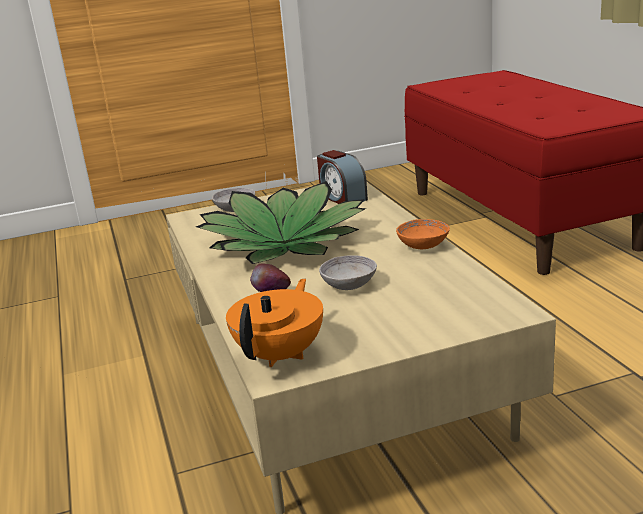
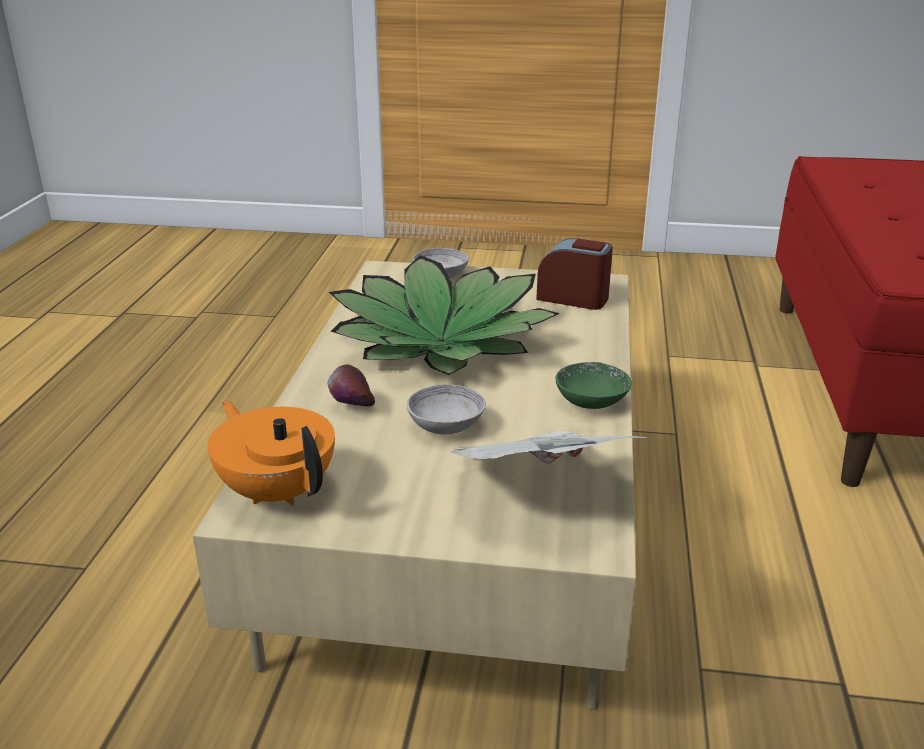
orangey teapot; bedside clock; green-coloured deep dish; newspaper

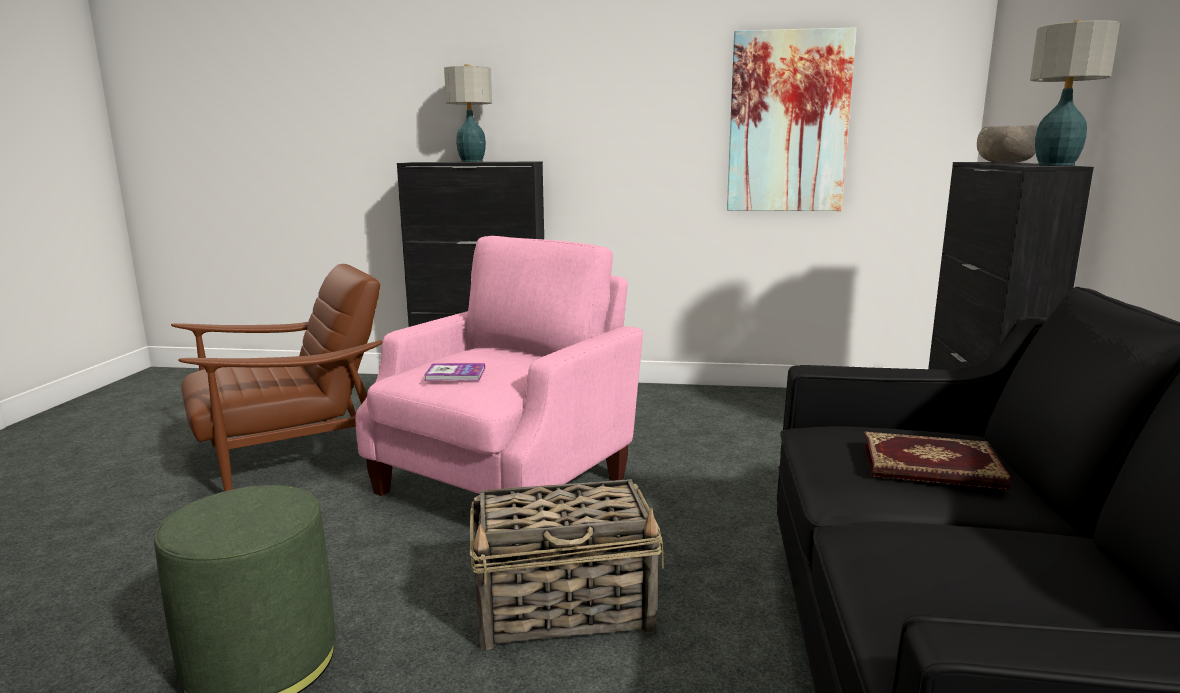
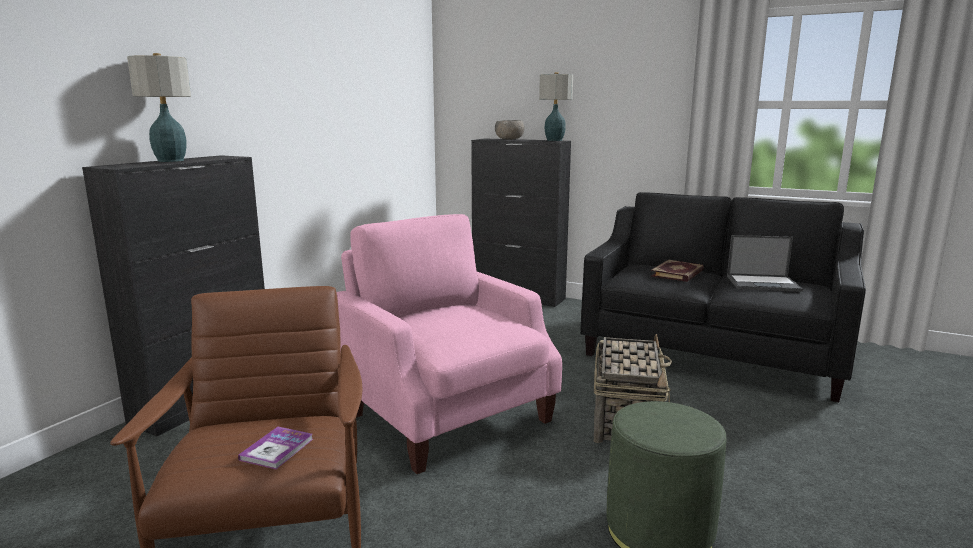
volume (no. 1 from left); wall picture; notebook computer

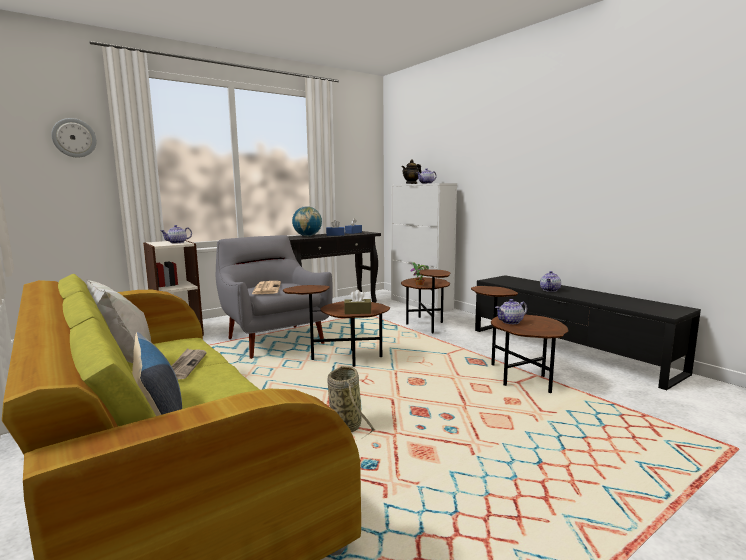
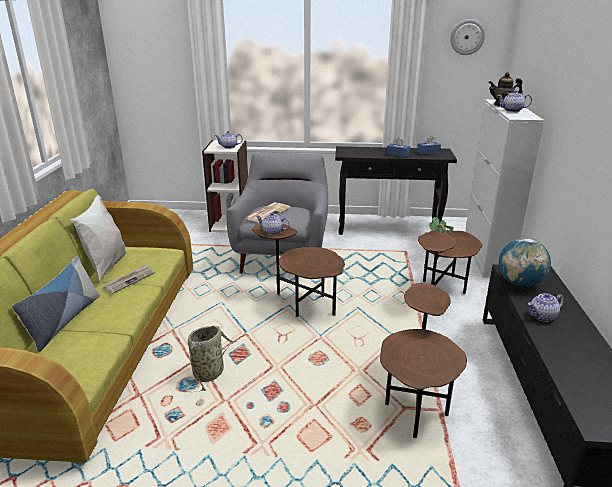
wall clock; globe; brownish tissue holder; teapot (no. 2 from left)

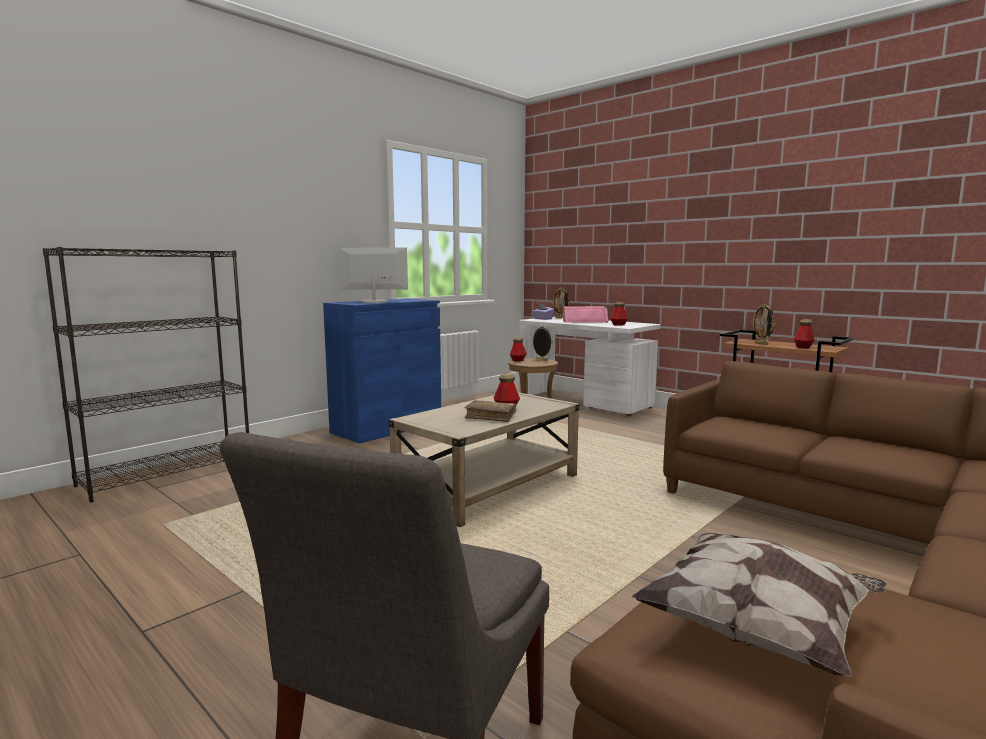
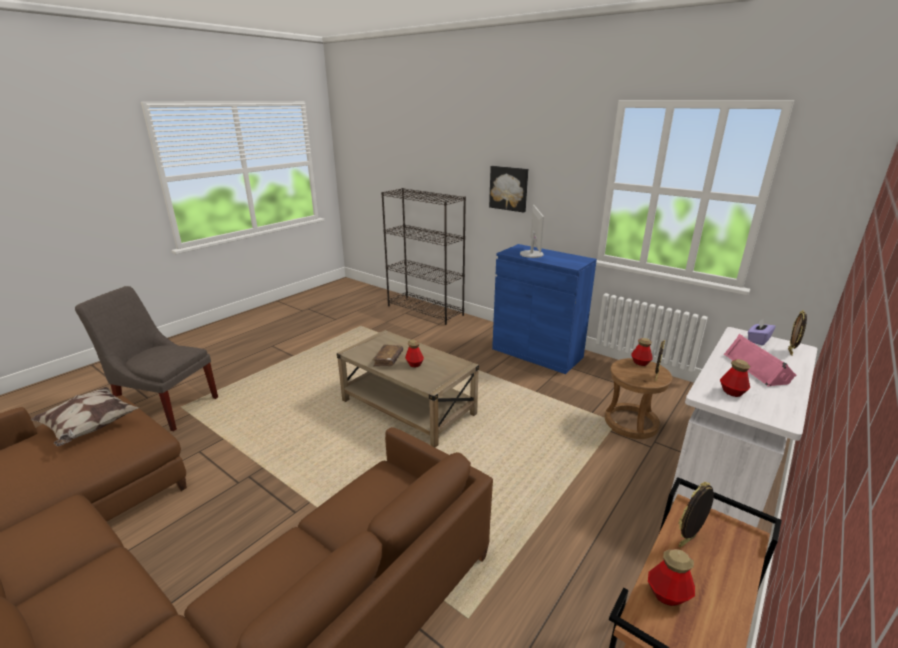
wall picture

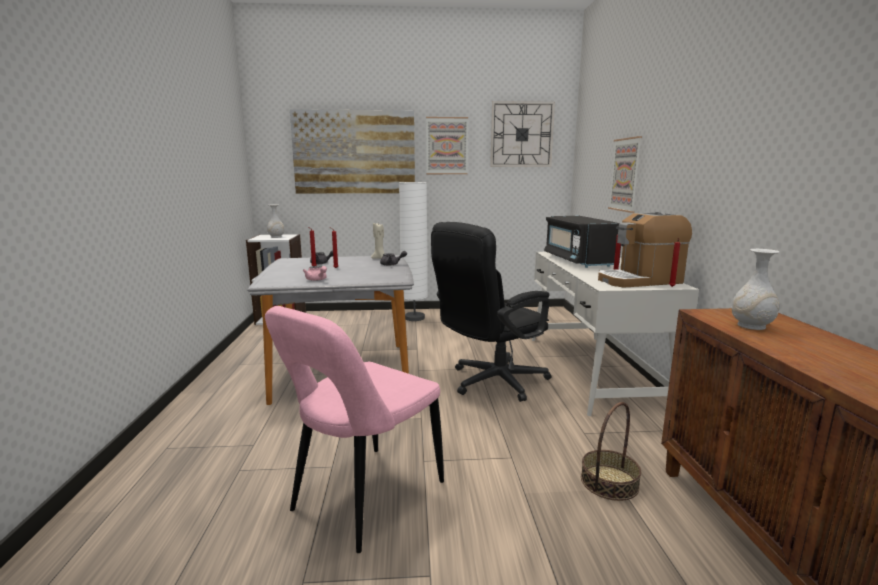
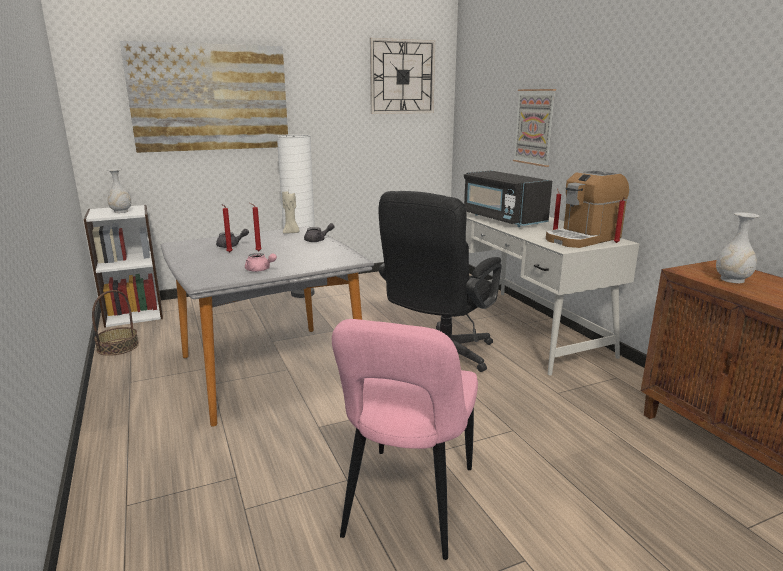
wall picture (no. 2 from left in the first image); basket

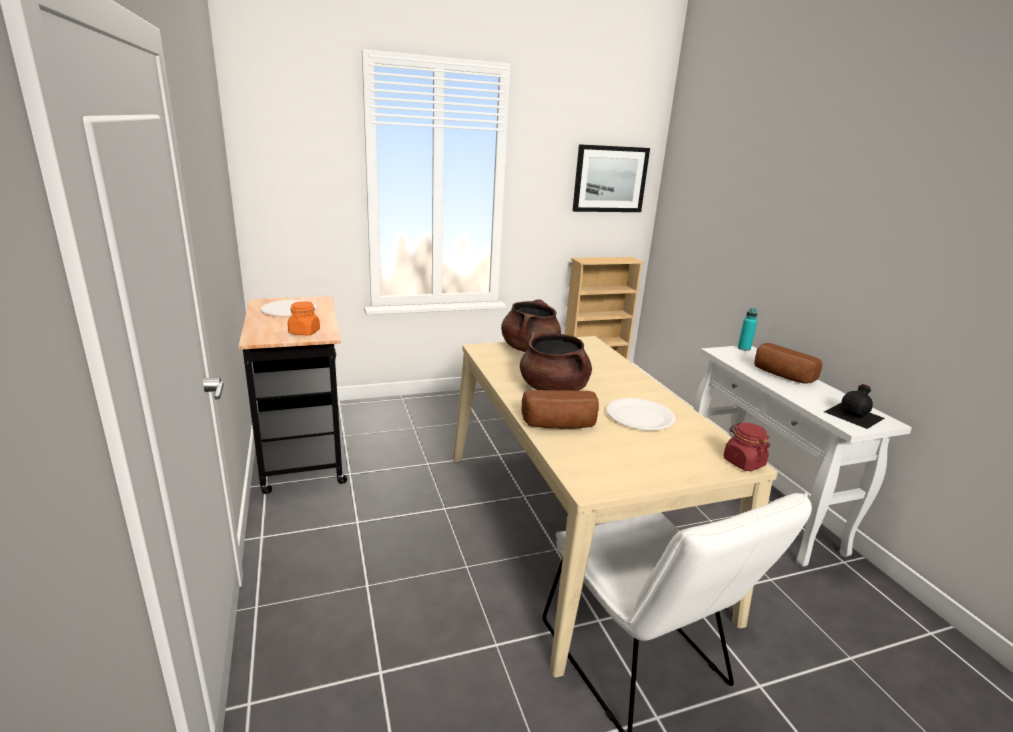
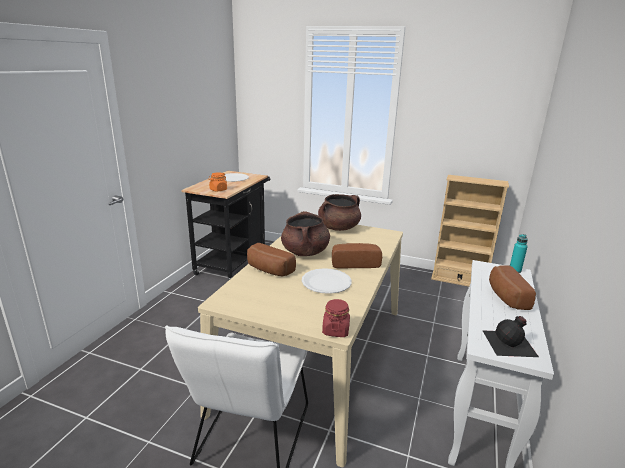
wall picture; bread (no. 2 from left)

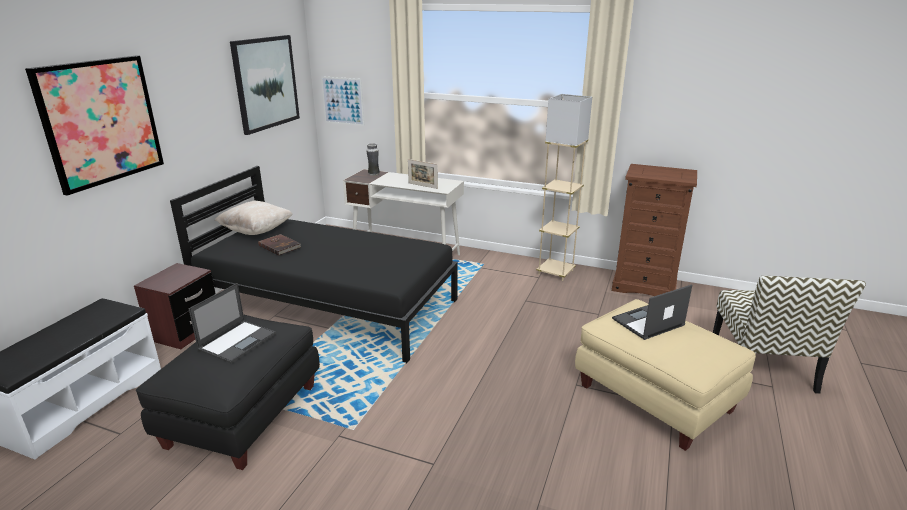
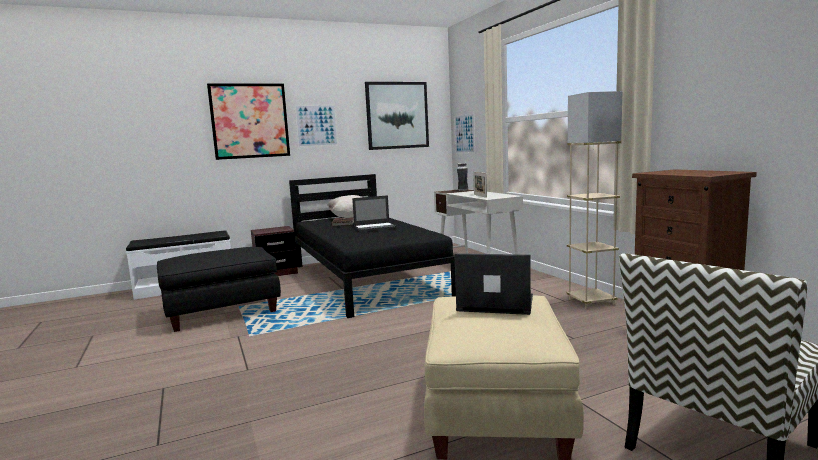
notebook computer (no. 1 from left); wall picture (no. 2 from left)

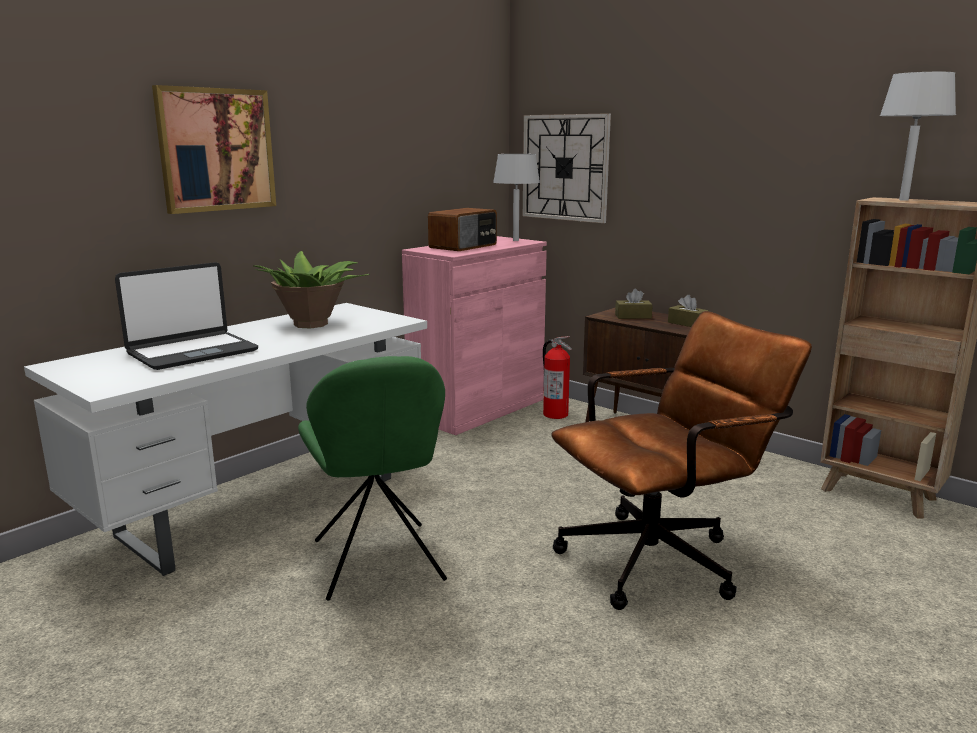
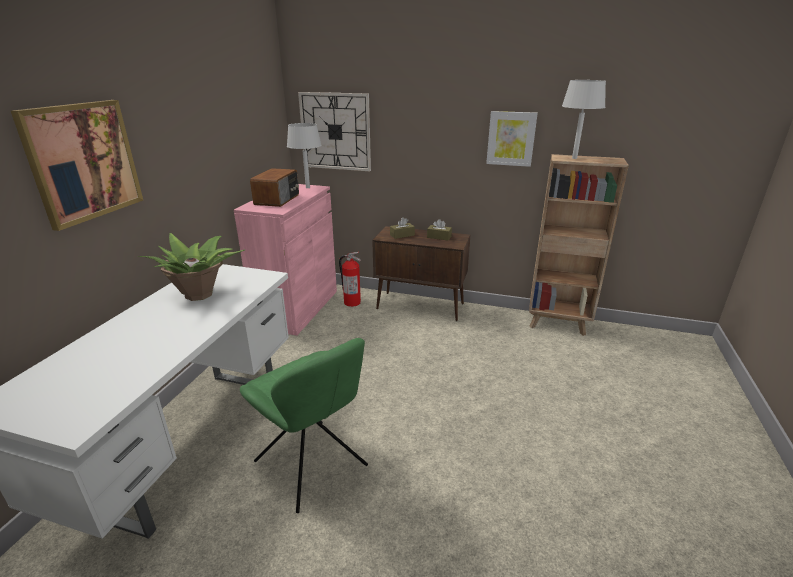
notebook computer; brownish desk chair; wall picture (no. 2 from left)

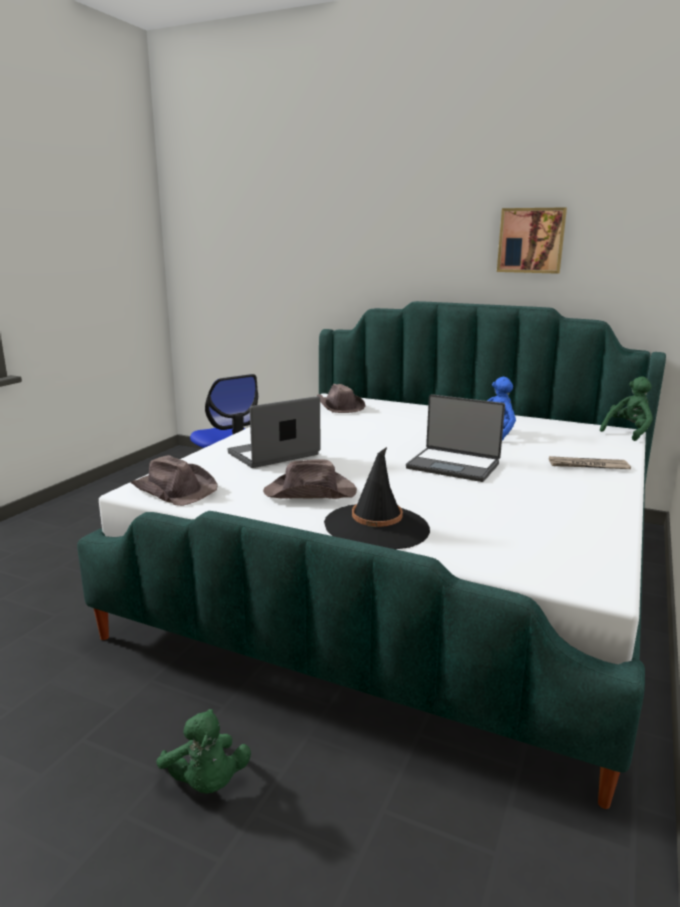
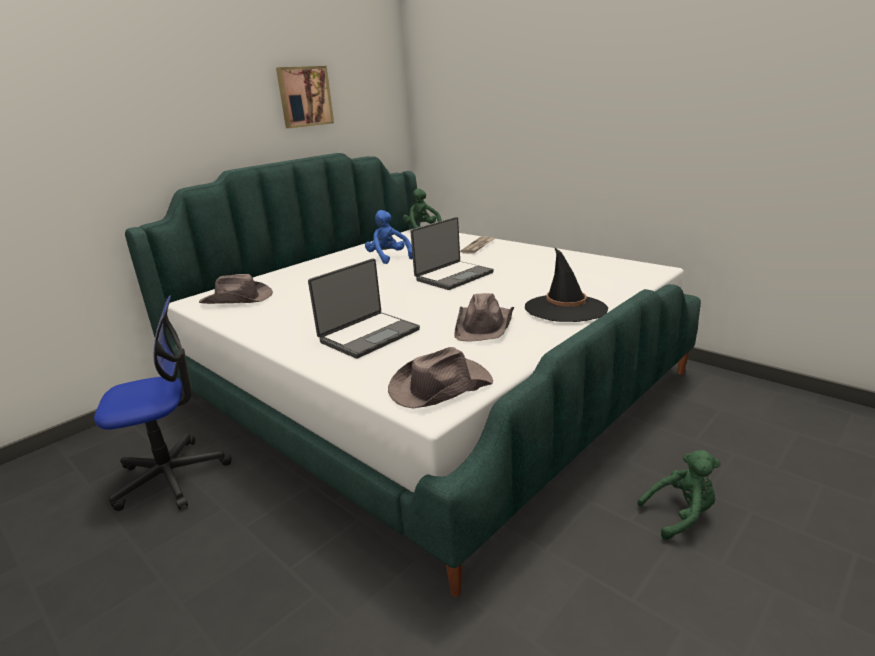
notebook computer (no. 1 from left)

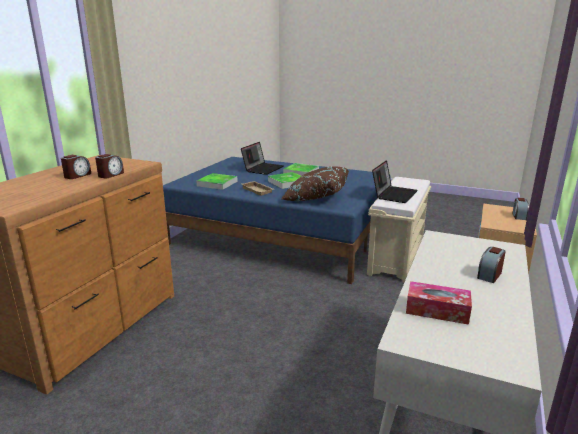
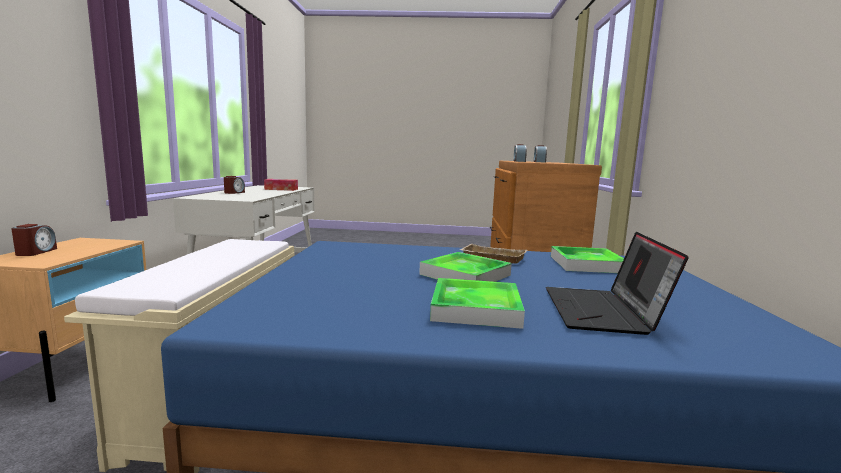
brownish throw pillow; notebook computer (no. 2 from left in the first image)

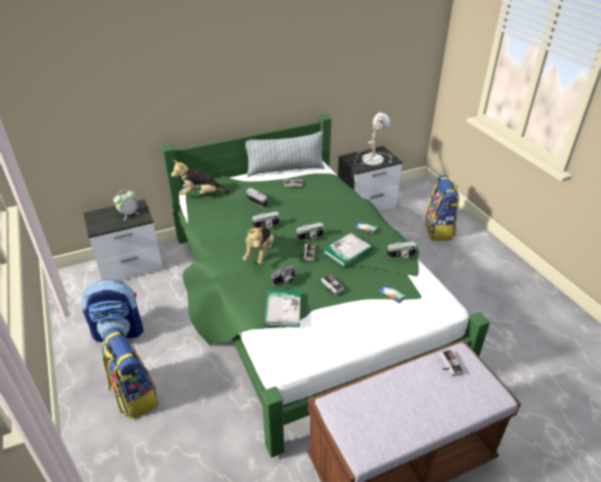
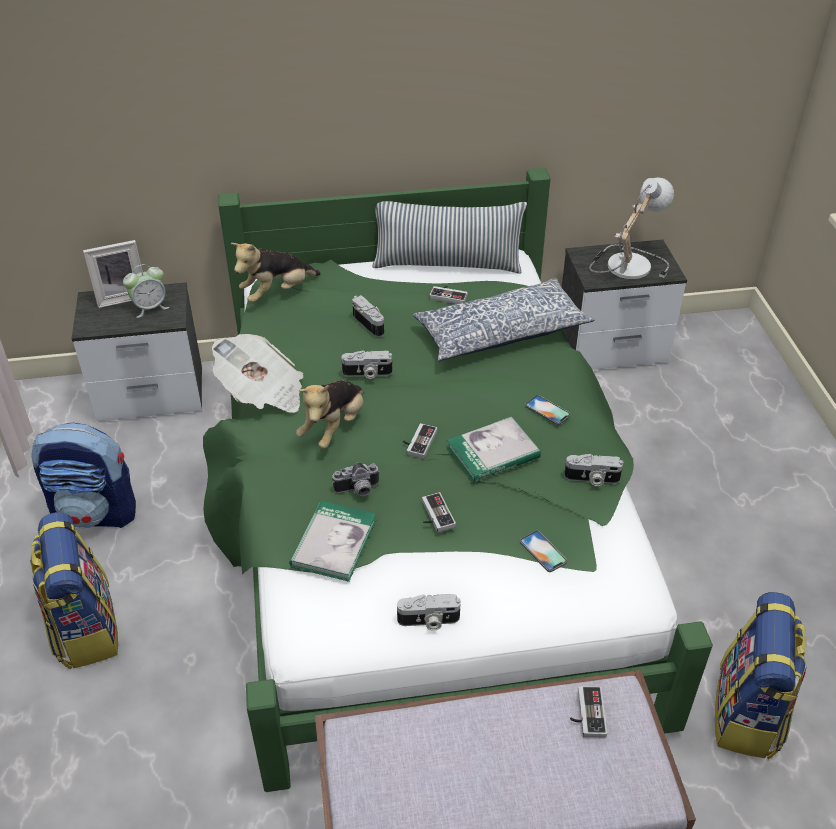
cuddly toy (no. 1 from left); photo camera (no. 4 from left); rucksack (no. 3 from left); picture frame; newspaper; throw pillow (no. 2 from left)

